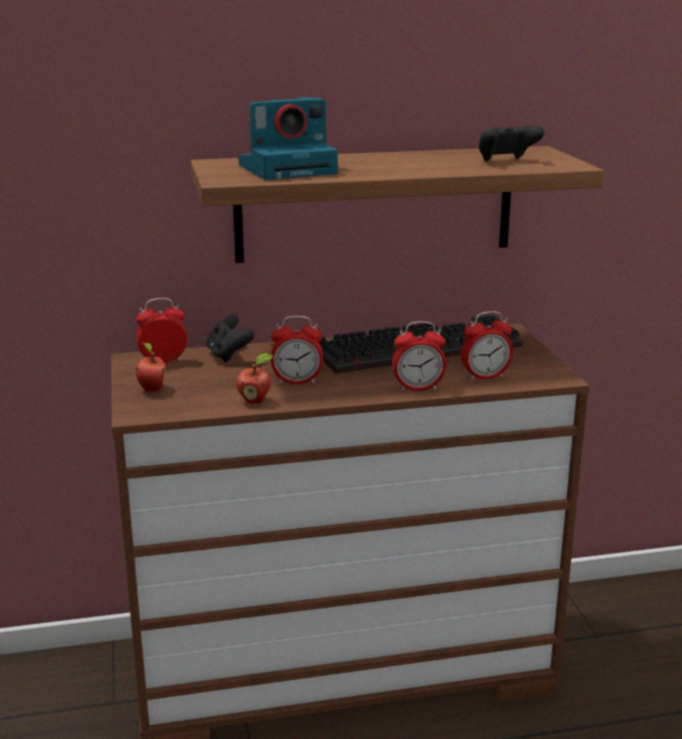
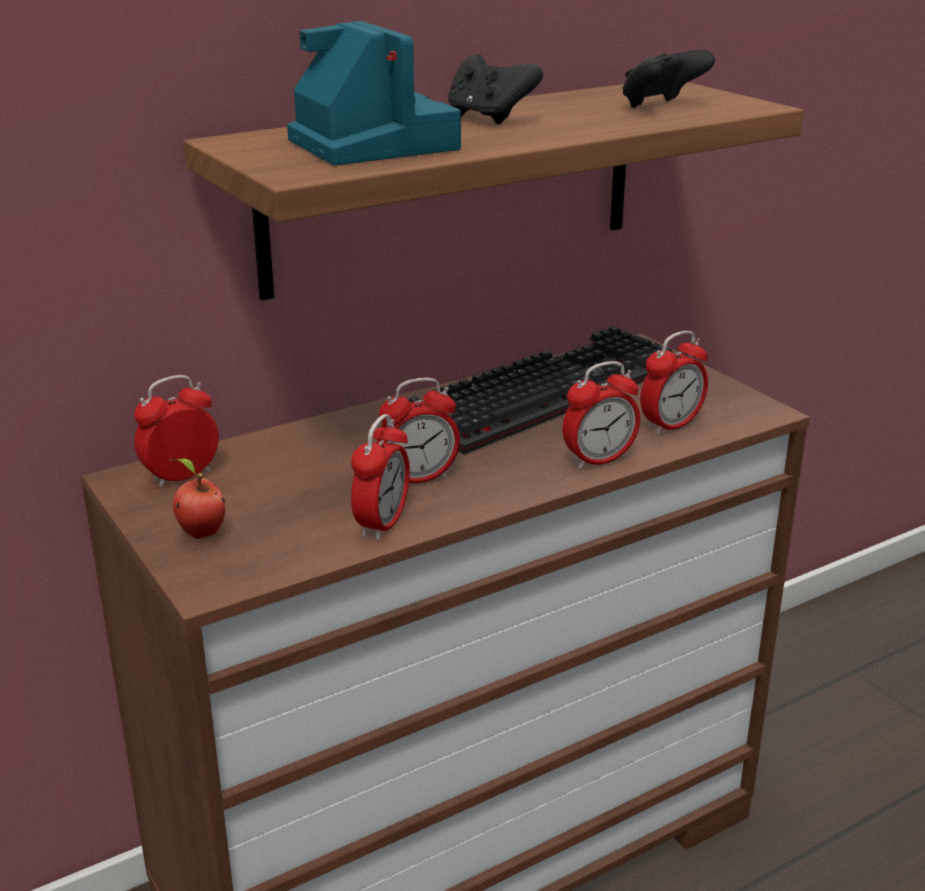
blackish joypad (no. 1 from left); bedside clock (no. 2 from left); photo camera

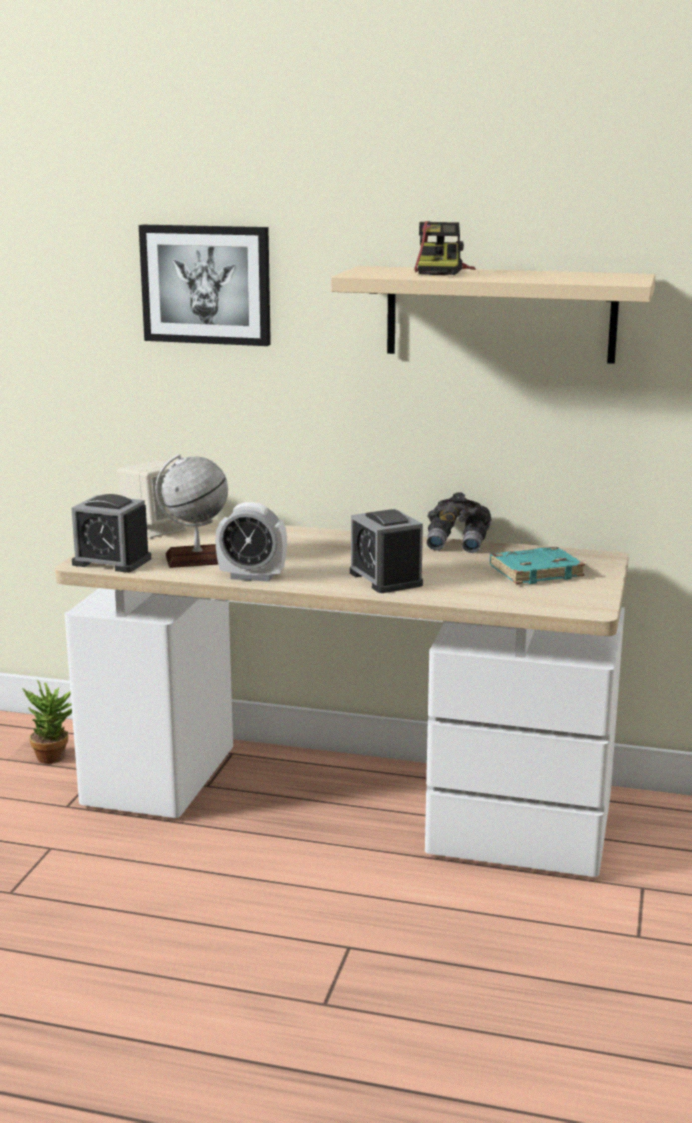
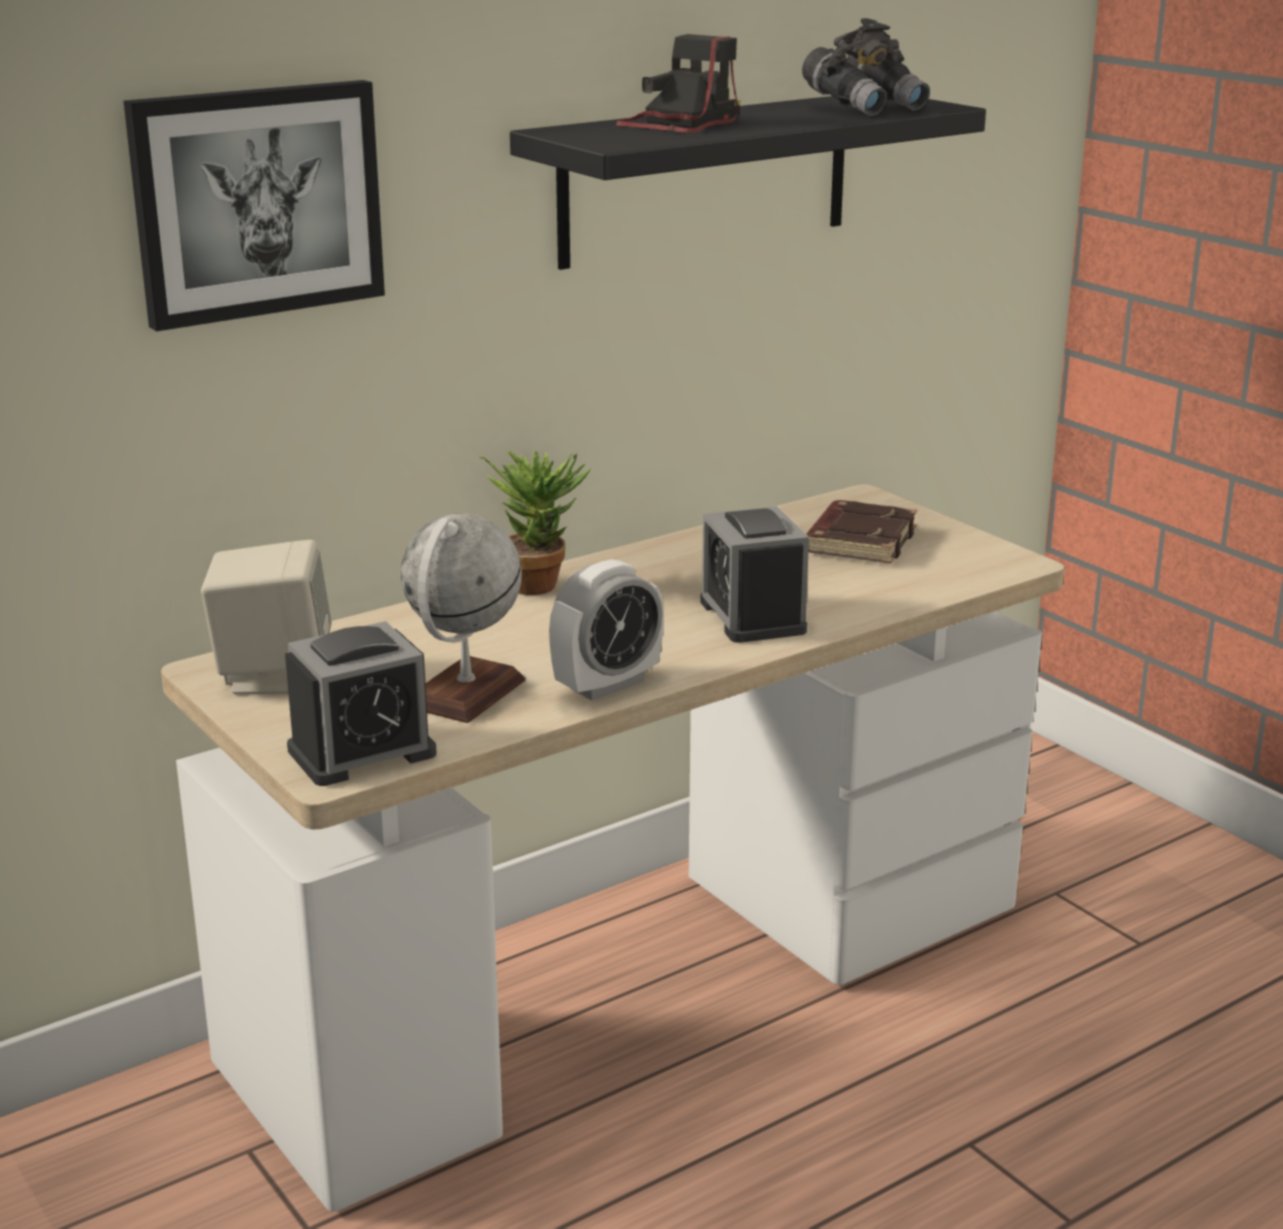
potted plant; blackish wall shelf; bedside clock (no. 3 from left); photo camera; grey pair of binoculars; brownish volume

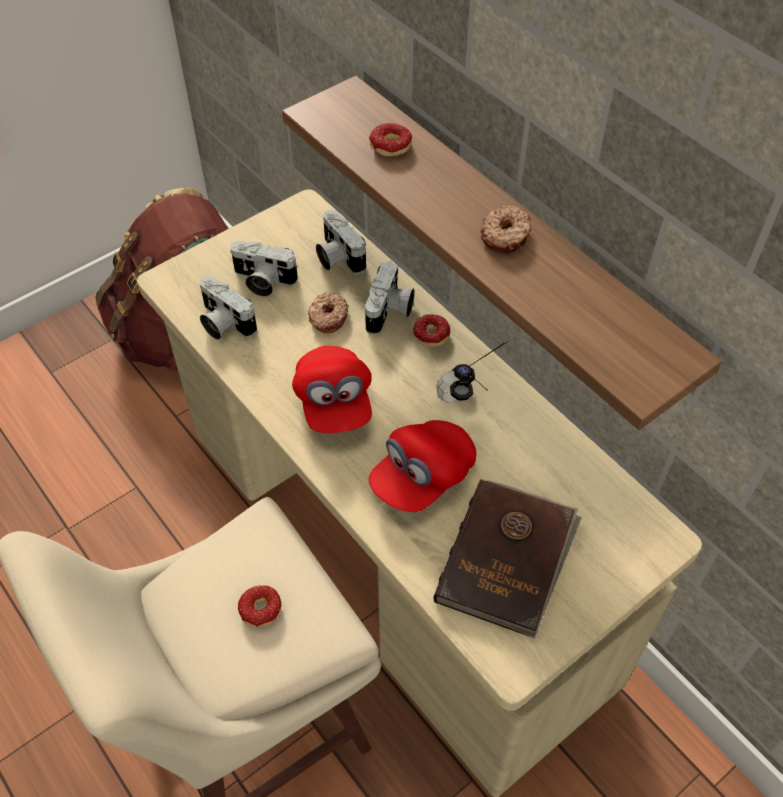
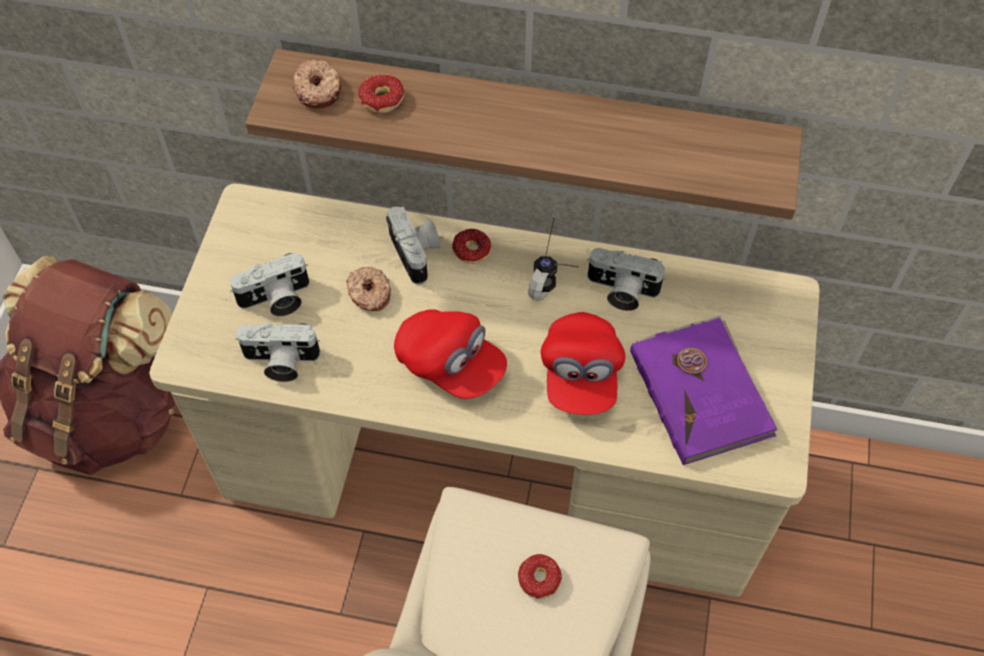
photo camera (no. 4 from left); purplish volume; ring doughnut (no. 1 from left)

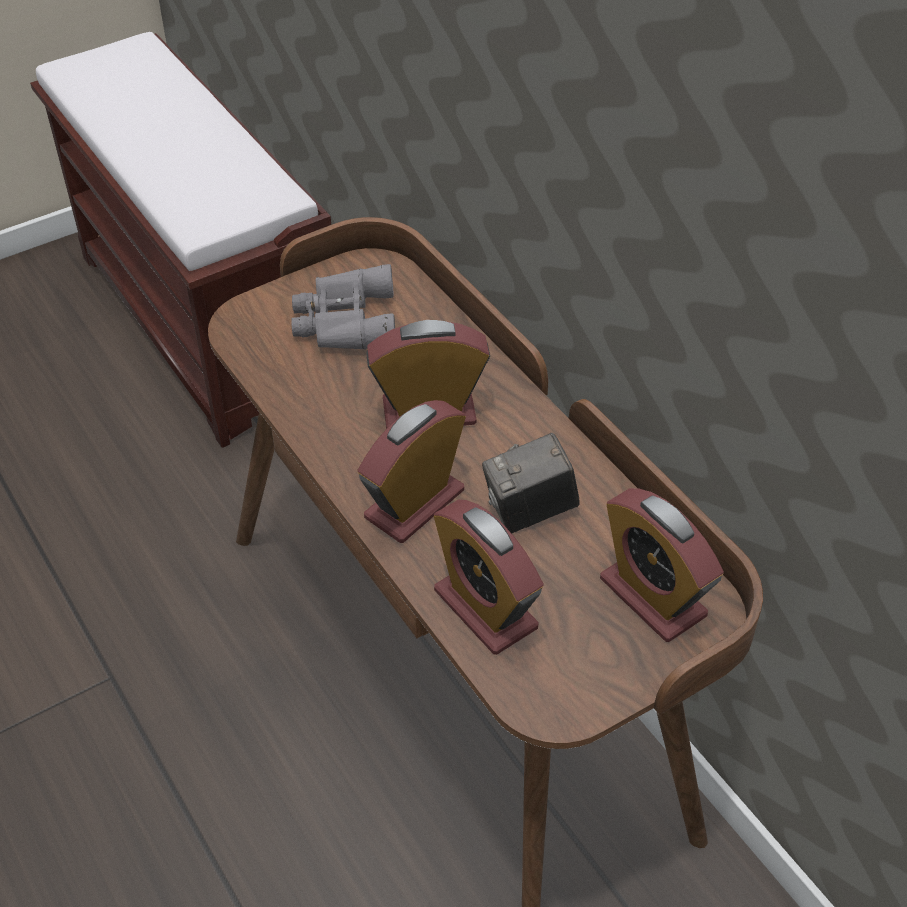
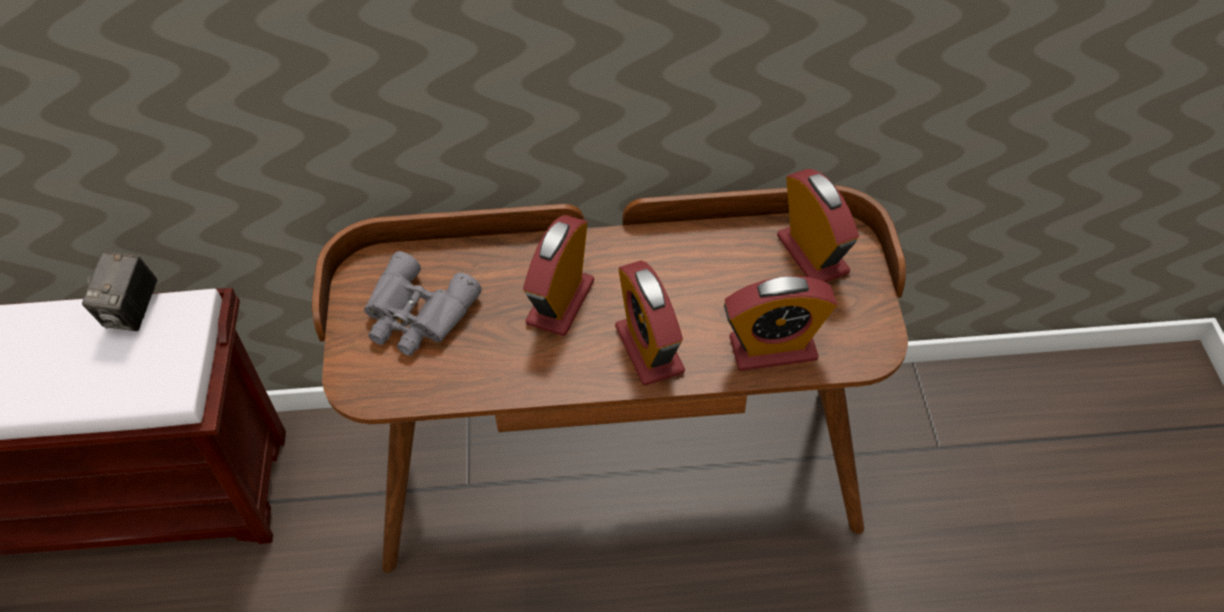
photo camera; bedside clock (no. 4 from left)

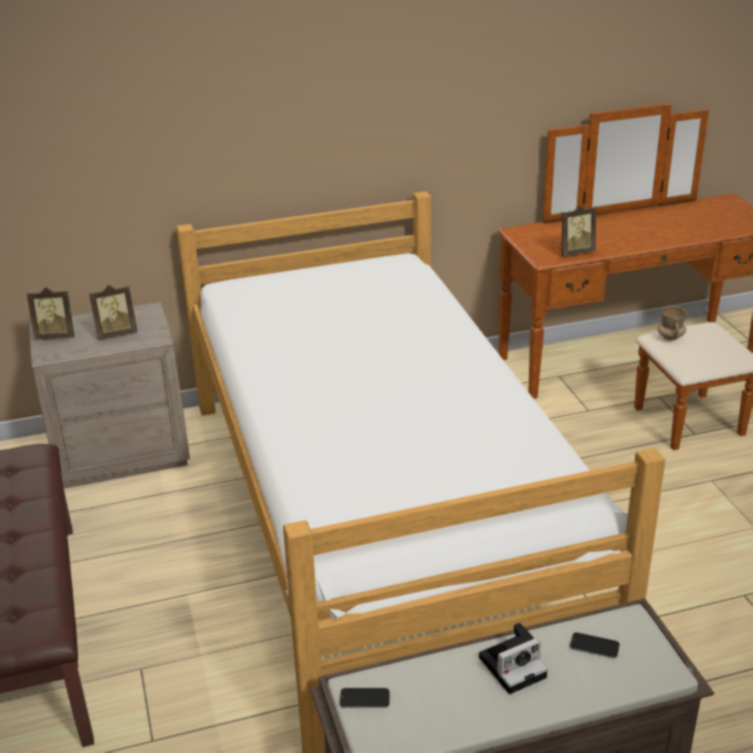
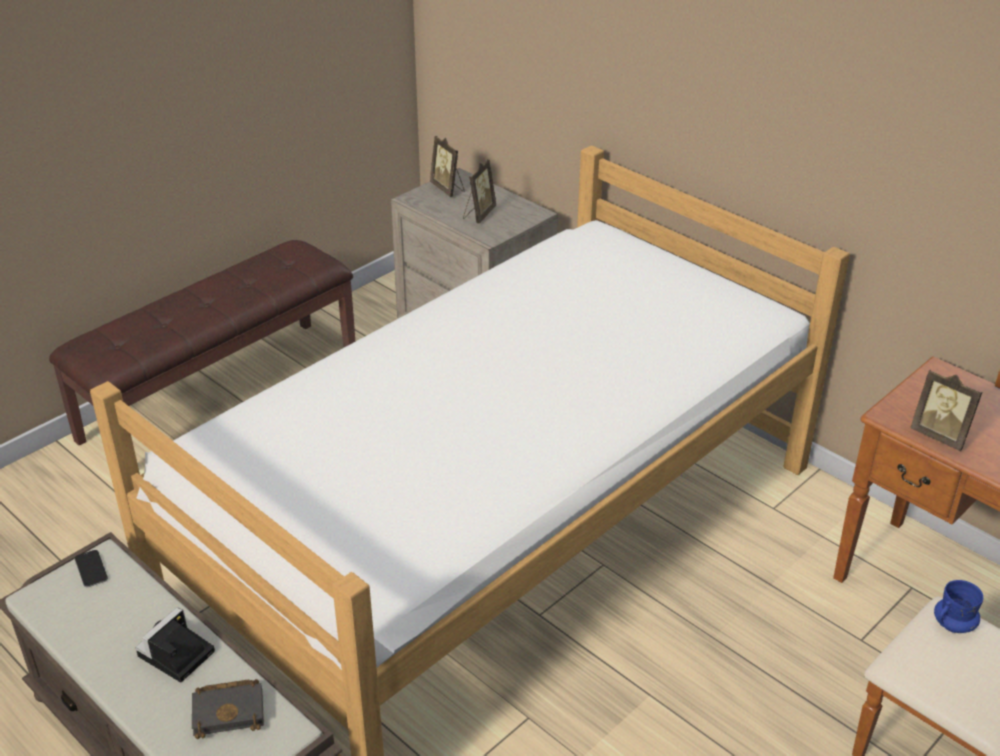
picture frame (no. 2 from left); photo camera; blackish volume; blue-coloured mug

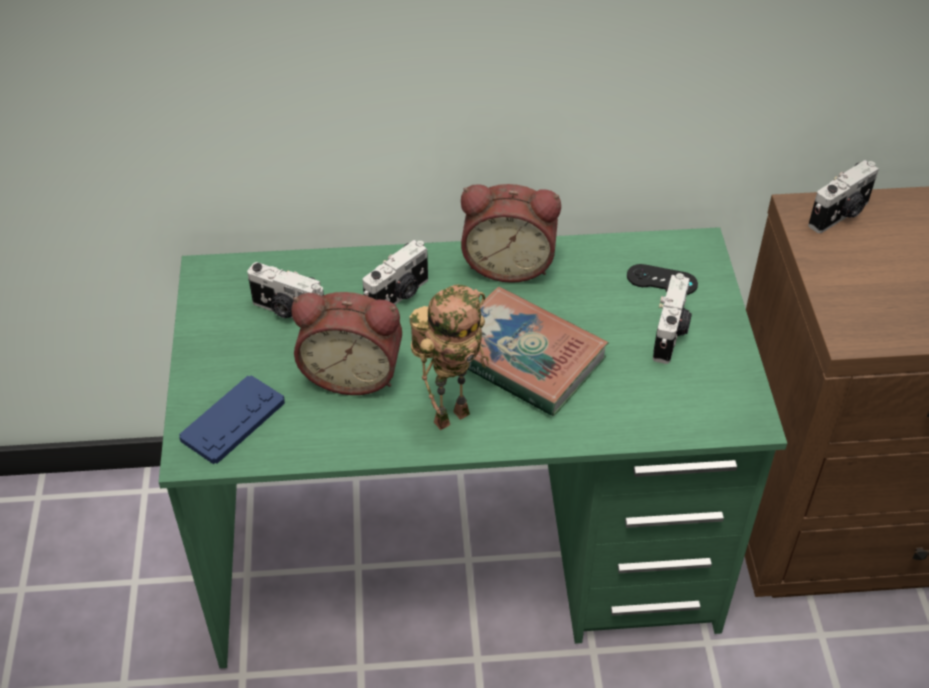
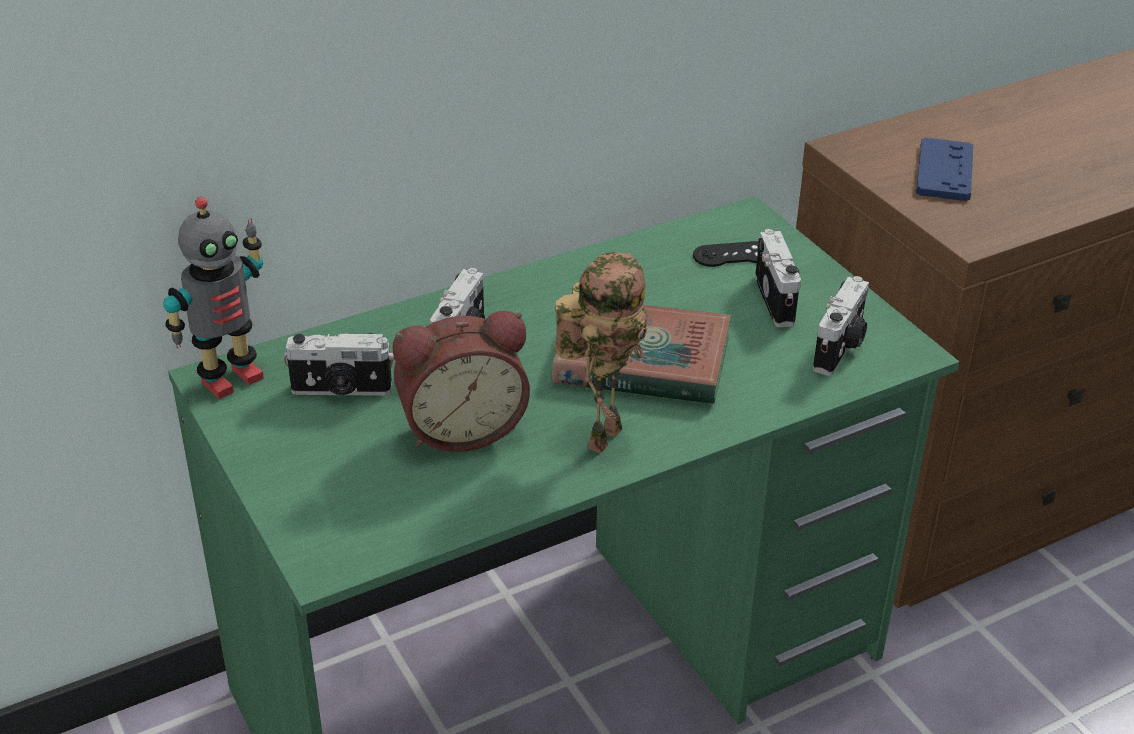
blue-coloured joypad; bedside clock (no. 2 from left in the first image); photo camera (no. 4 from left); toy robot (no. 1 from left)

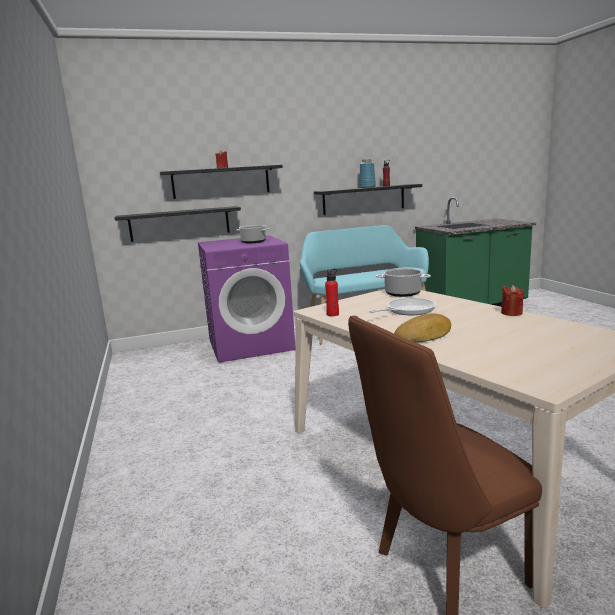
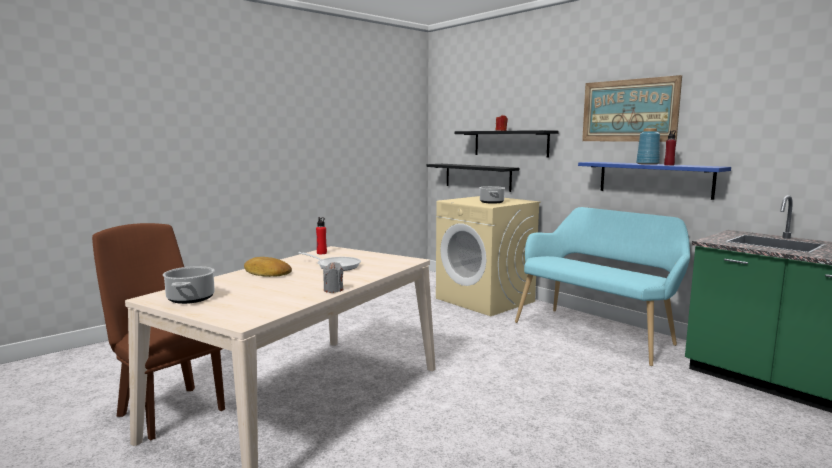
beige washing machine; blue-coloured wall shelf; saucepot (no. 1 from left); grey wax light; wall picture

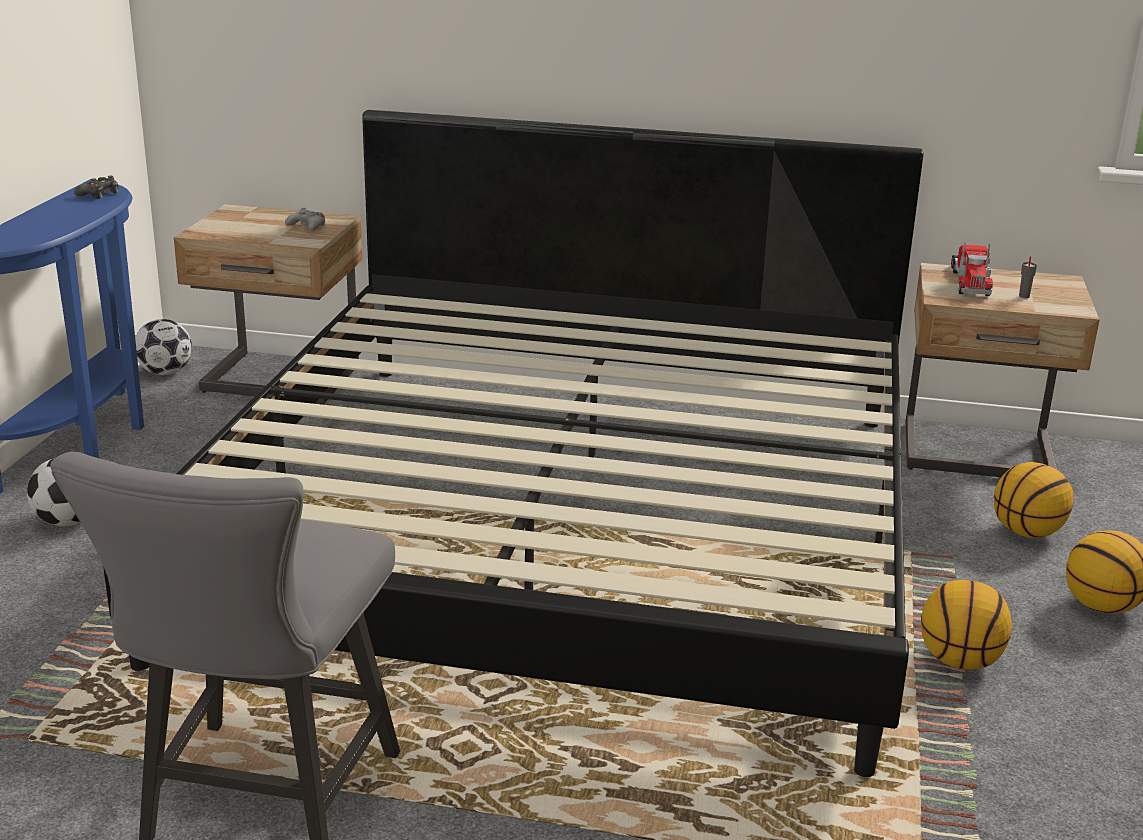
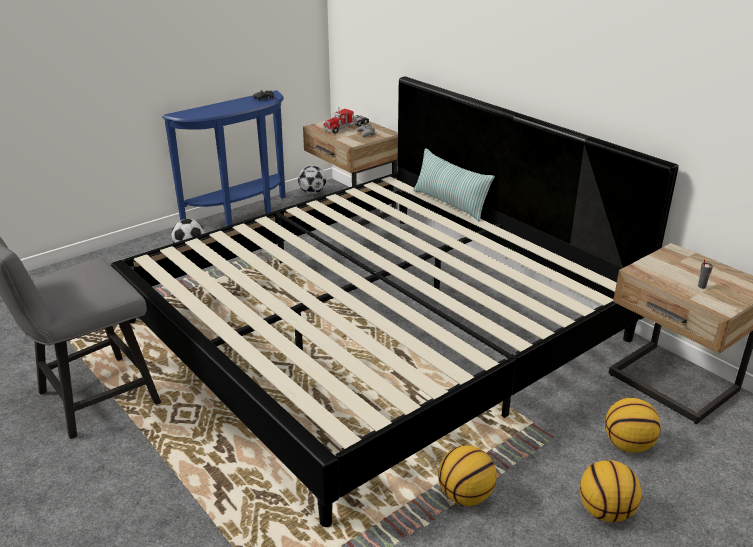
toy truck; throw pillow

